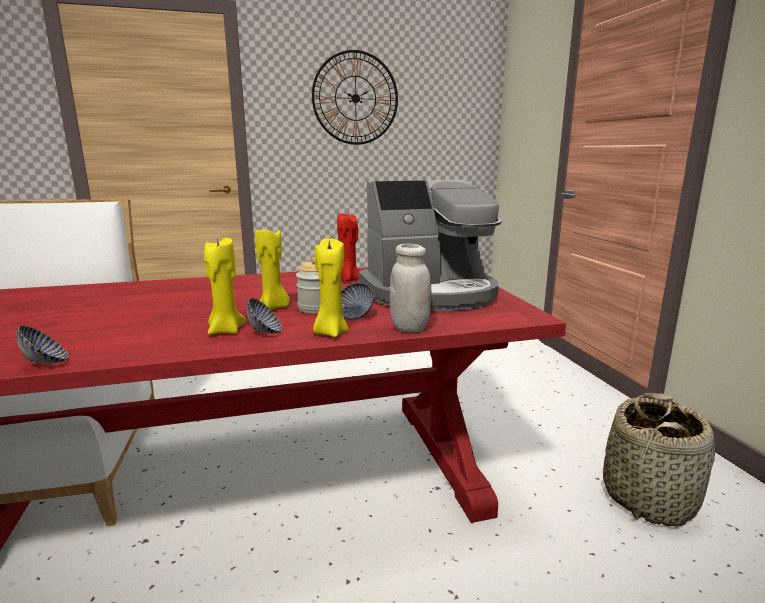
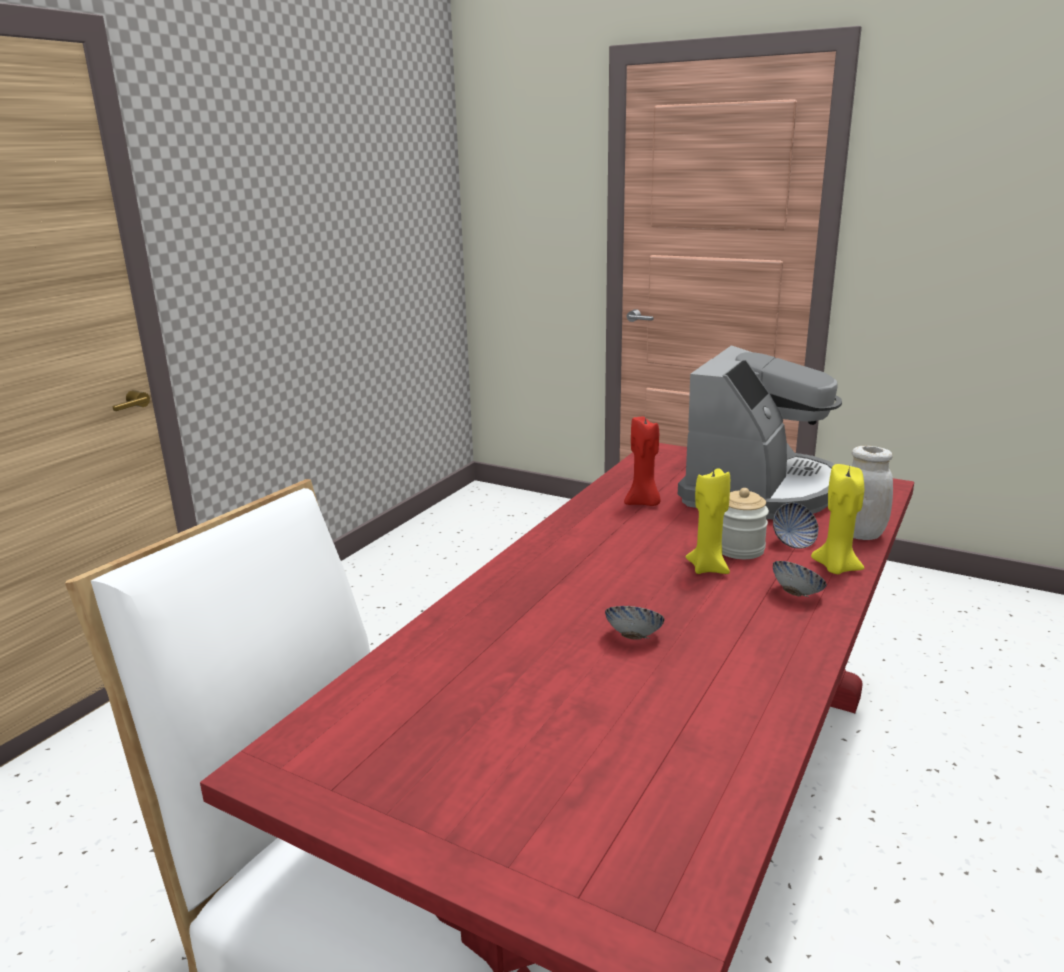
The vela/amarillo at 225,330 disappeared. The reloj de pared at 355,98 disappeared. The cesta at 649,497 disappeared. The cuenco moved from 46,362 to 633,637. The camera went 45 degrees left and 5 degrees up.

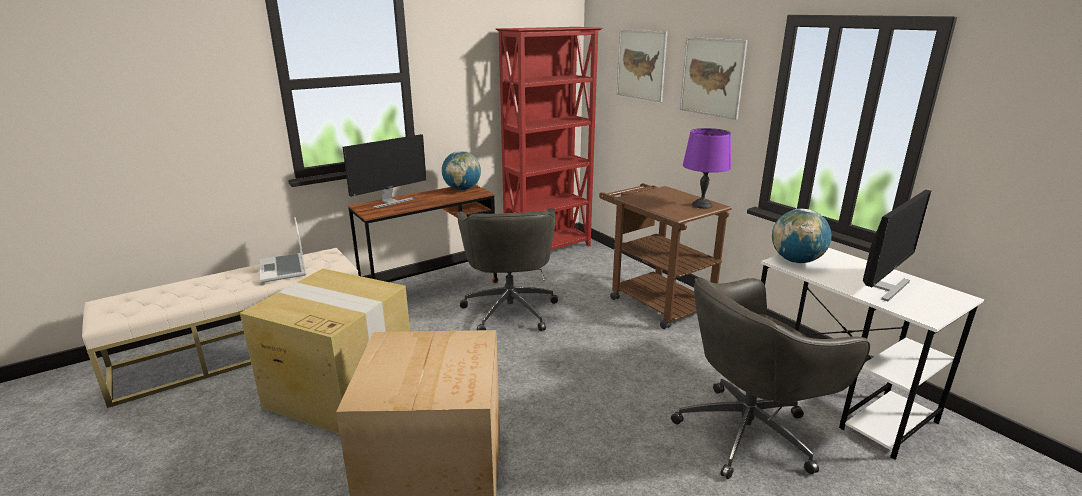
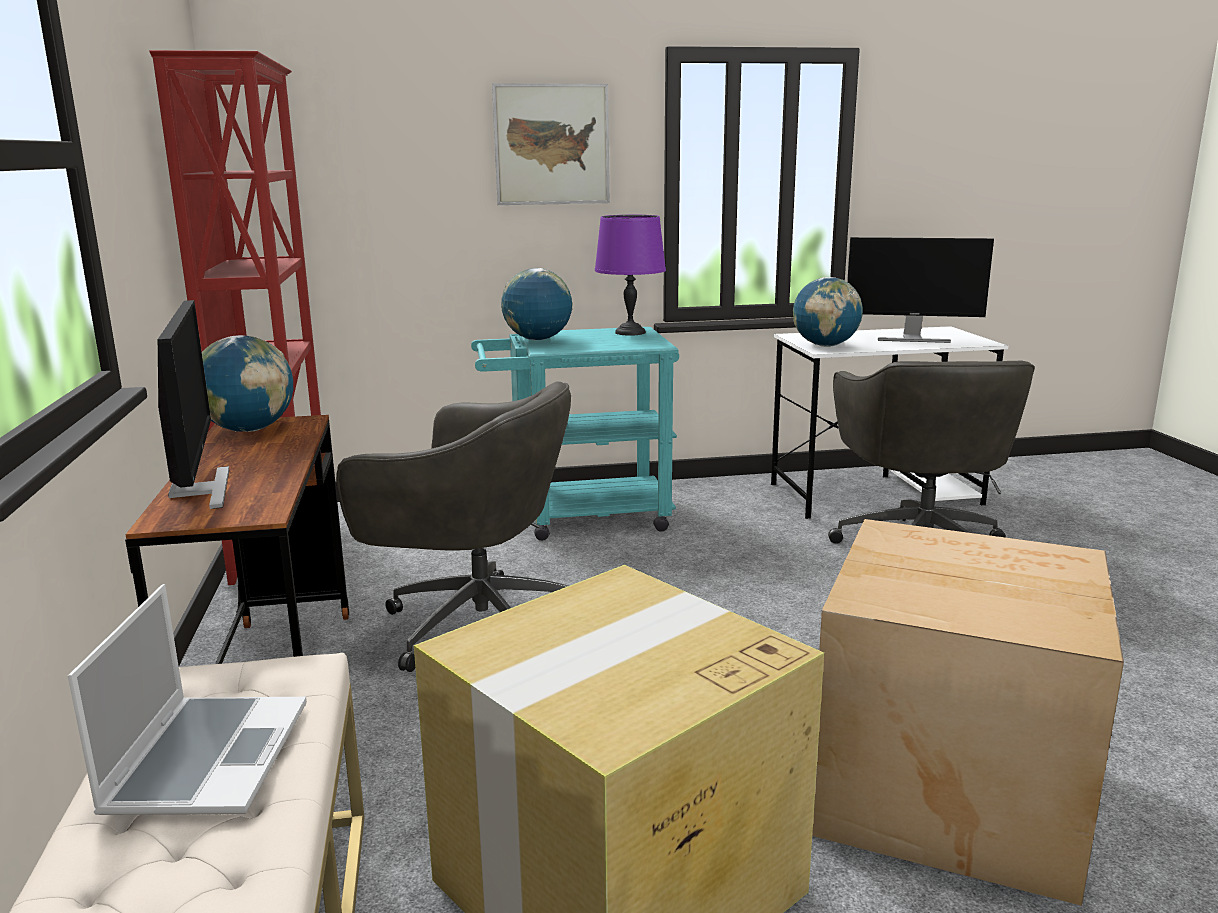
The cuadro at 641,65 disappeared. The globo terráqueo at 538,339 appeared. The carrito/marrón at 654,301 became the carrito/turquesa at 579,516. The portátil at 284,269 turned 90 degrees counterclockwise. The monitor at 884,287 turned 120 degrees clockwise. The camera went 65 degrees left and 5 degrees down.

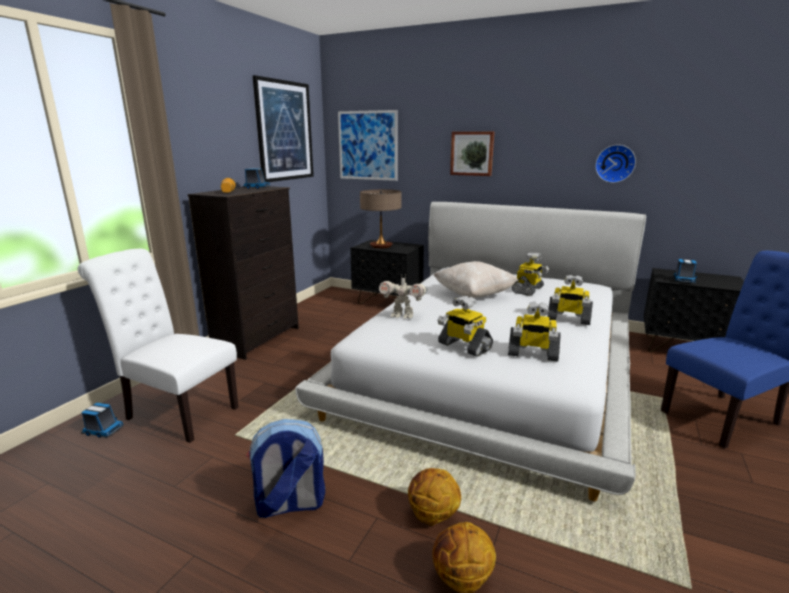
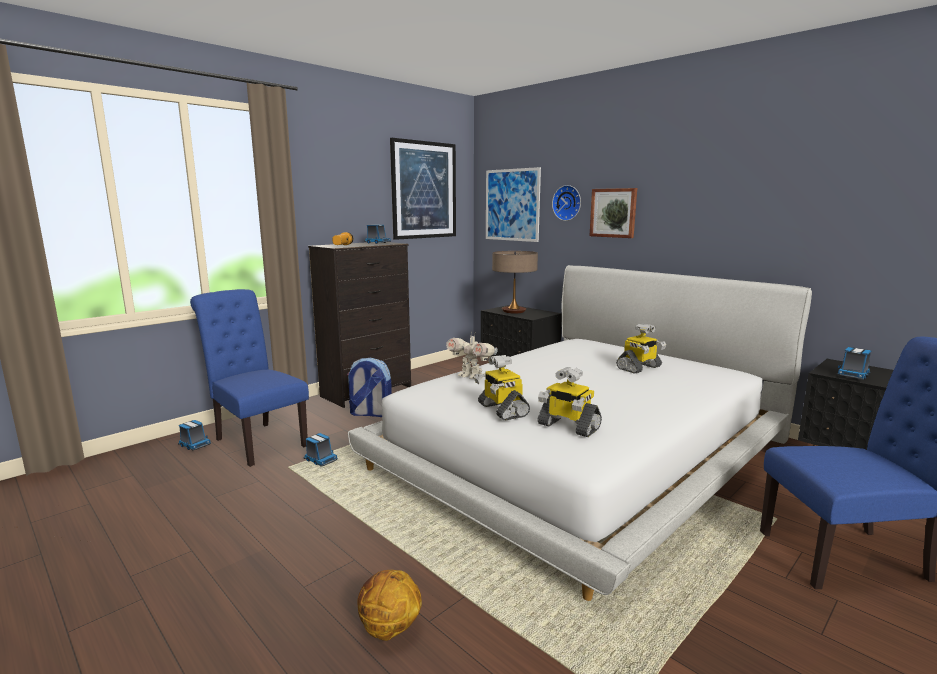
The balón de baloncesto at 432,516 disappeared. The cojín/beis at 474,294 disappeared. The robot de juguete at 568,319 disappeared. The camión de juguete at 320,460 appeared. The mochila moved from 289,505 to 370,413. The reloj de pared moved from 615,163 to 567,203. The silla/blanco at 176,412 became the silla/azul at 257,441. The camera went 20 degrees right and 5 degrees down.

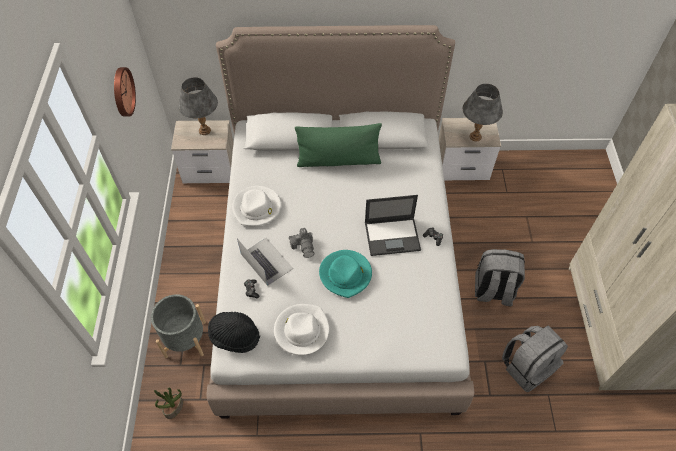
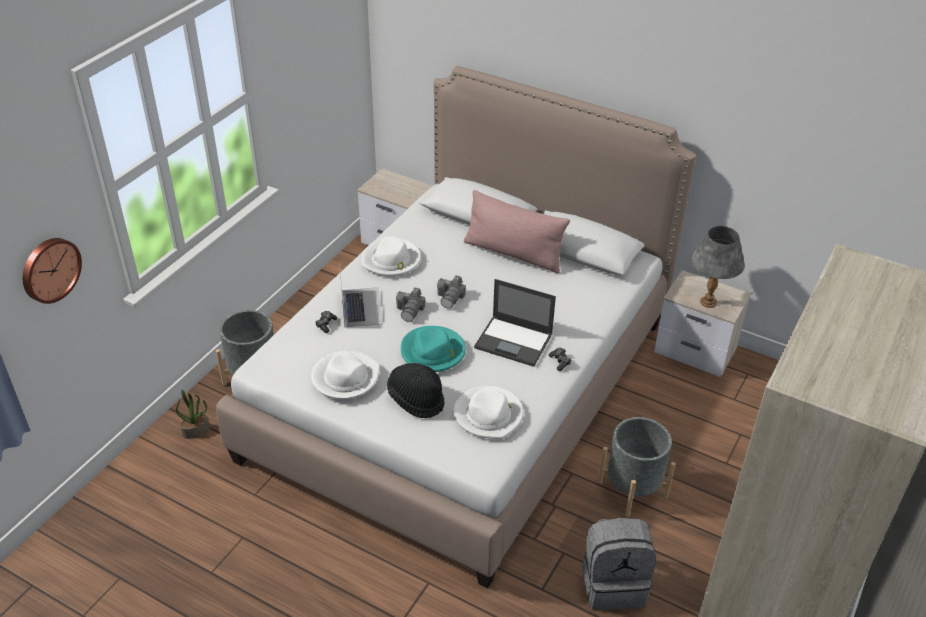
The lámpara de mesa/gris at 205,130 disappeared. The cámara at 451,298 appeared. The sombrero/blanco at 489,415 appeared. The reloj de pared moved from 122,92 to 49,269. The sombrero/negro moved from 235,336 to 416,399. The mochila/gris at 493,291 was replaced by the maceta/gris at 632,489. The cojín/verde at 338,160 became the cojín/rosa at 513,253. The camera went 30 degrees right and 15 degrees down.

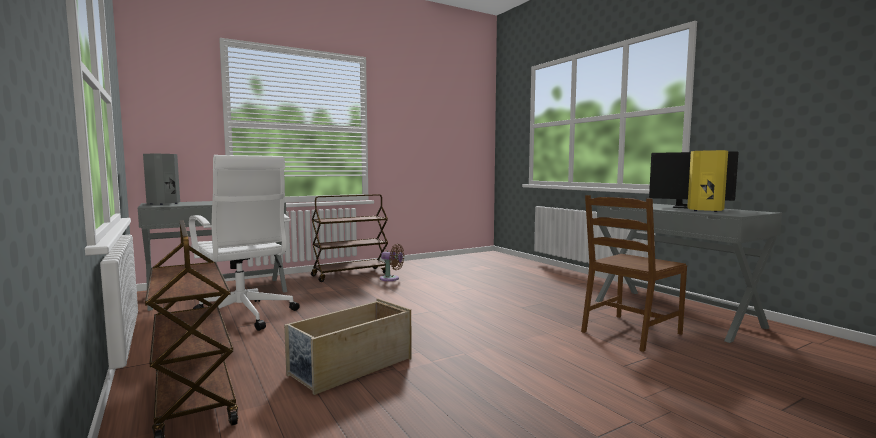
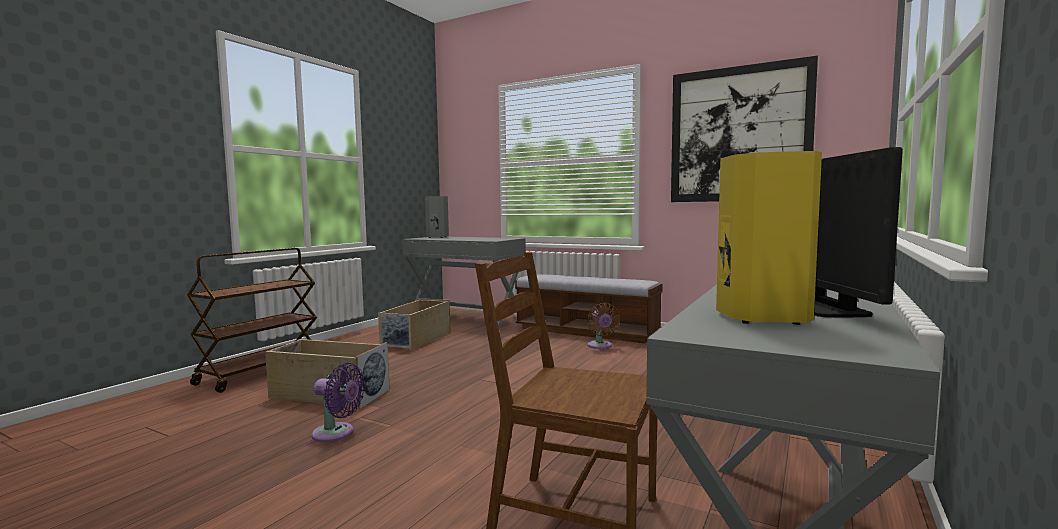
The ventilador/morado at 337,434 appeared. The cuadro at 739,134 appeared. The silla de oficina/blanco at 242,317 was replaced by the caja de almacenaje/beis at 416,340. The carrito/marrón at 351,274 was replaced by the banco at 586,331. The camera went 60 degrees right and 0 degrees up.

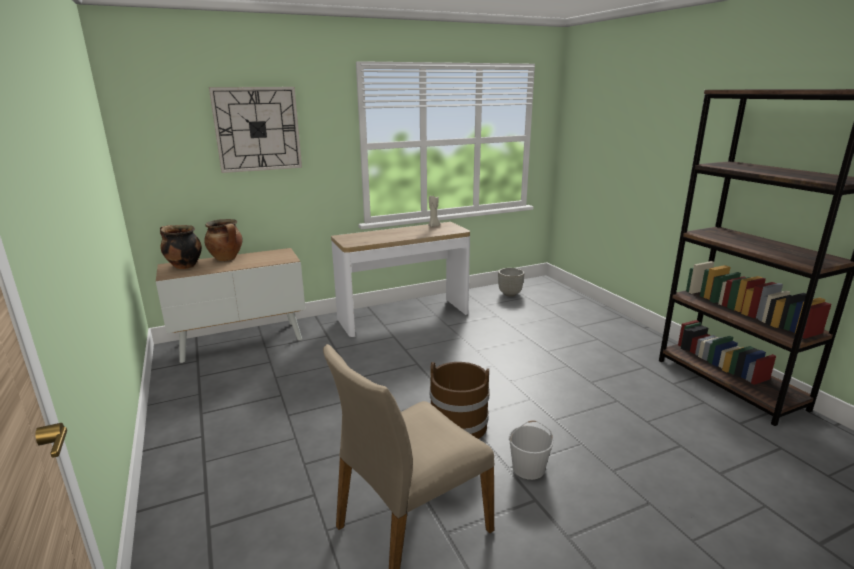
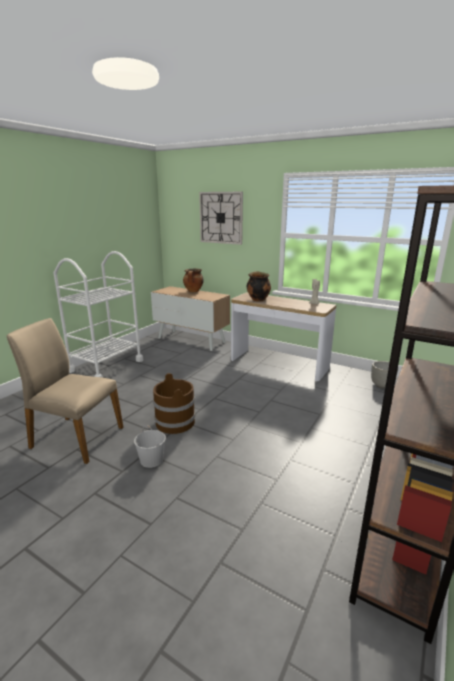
The carrito/blanco at 106,366 appeared. The olla moved from 183,266 to 257,299. The camera went 55 degrees right and 0 degrees up.

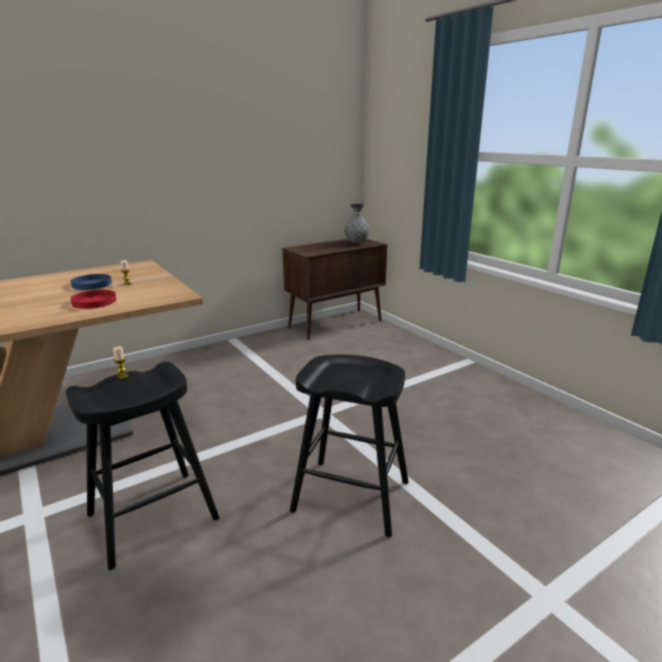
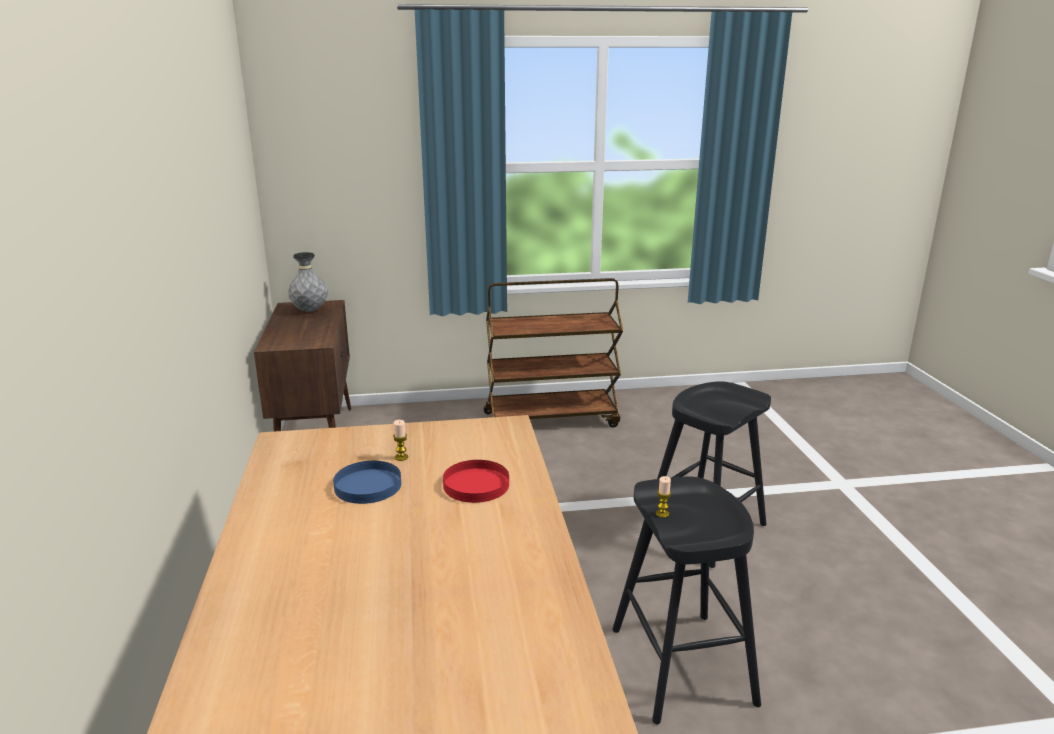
The carrito/marrón at 551,419 appeared. The camera went 65 degrees left and 0 degrees up.

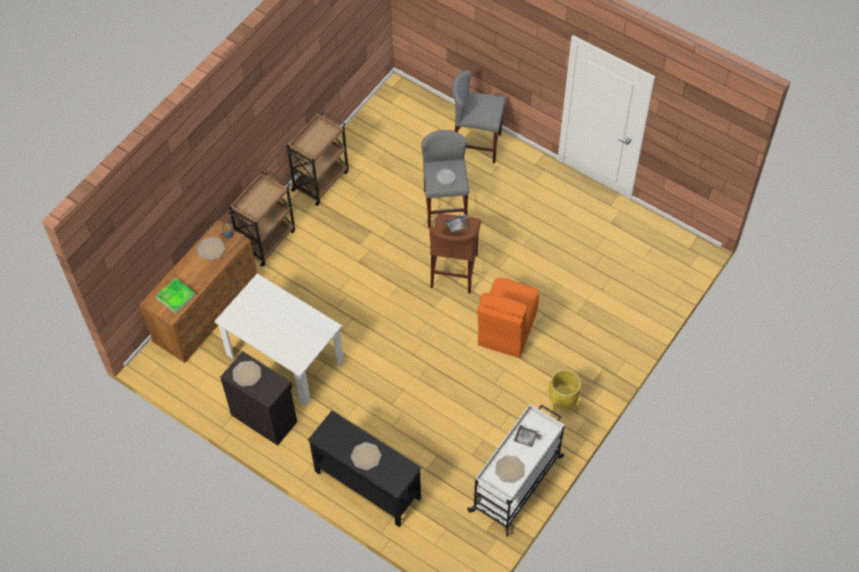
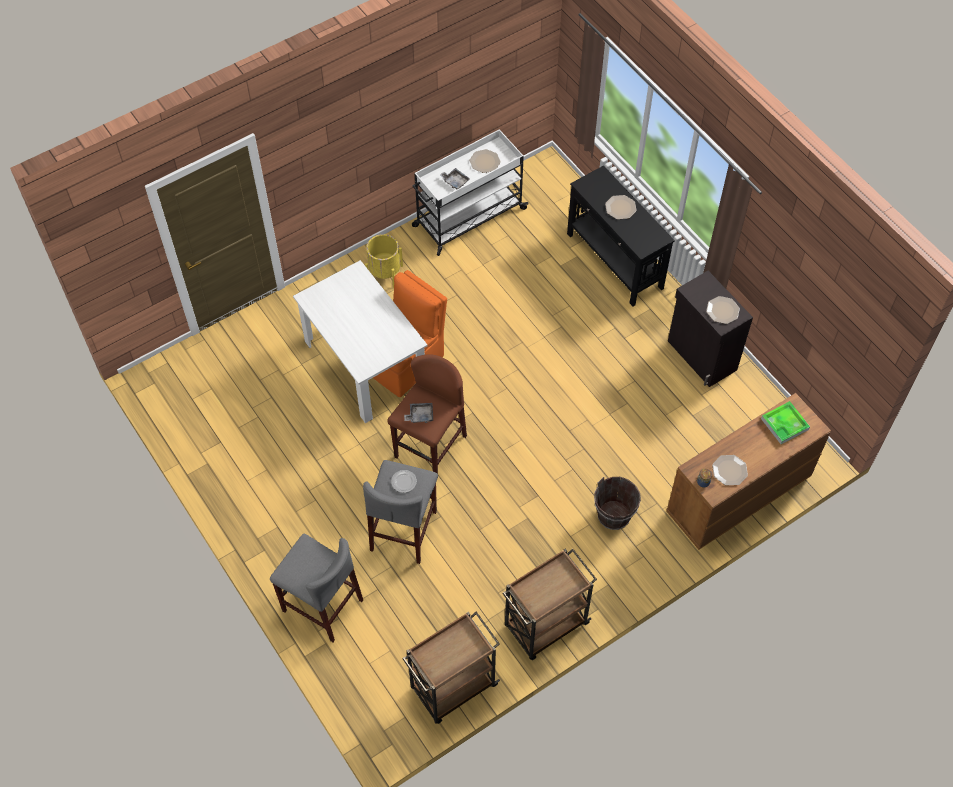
The cubo/marrón at 613,516 appeared. The mesa de comedor/blanco moved from 285,358 to 365,365. The carrito/marrón moved from 267,239 to 452,687. The camera went 160 degrees left and 0 degrees up.

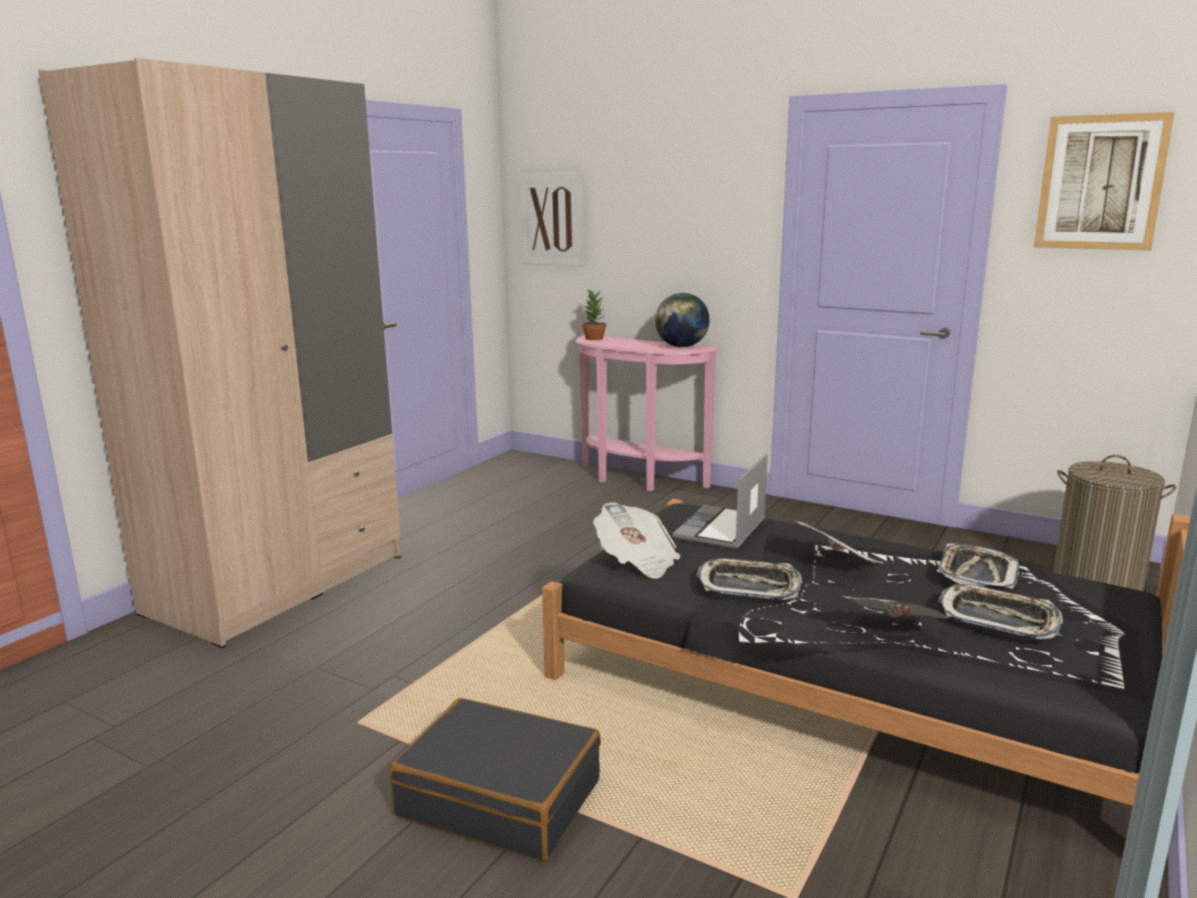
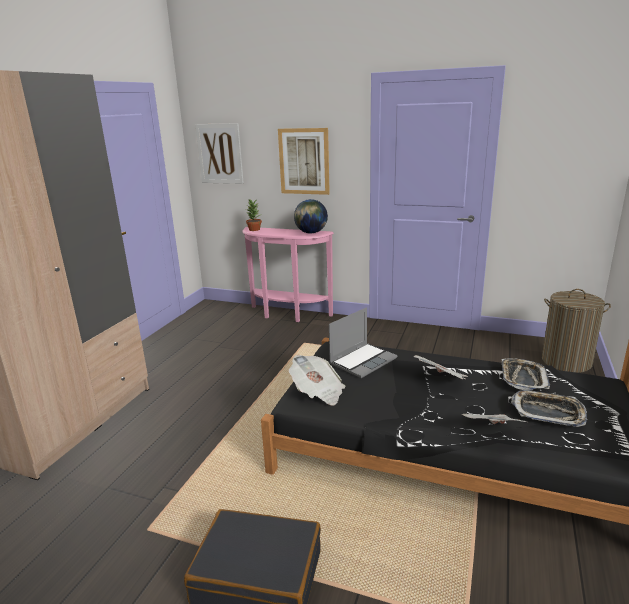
The bandeja at 749,586 disappeared. The cuadro moved from 1100,183 to 304,161. The portátil at 721,530 turned 150 degrees counterclockwise. The camera went 10 degrees left and 5 degrees up.

